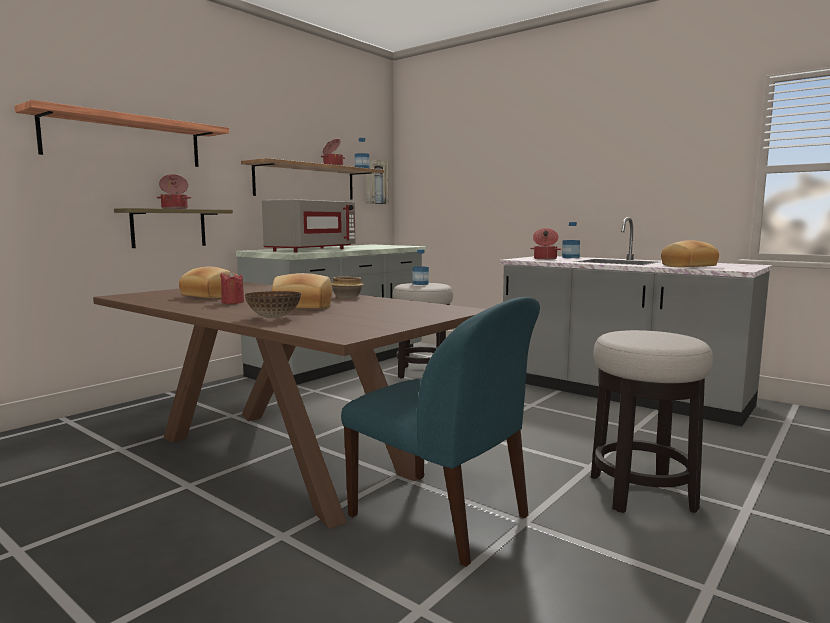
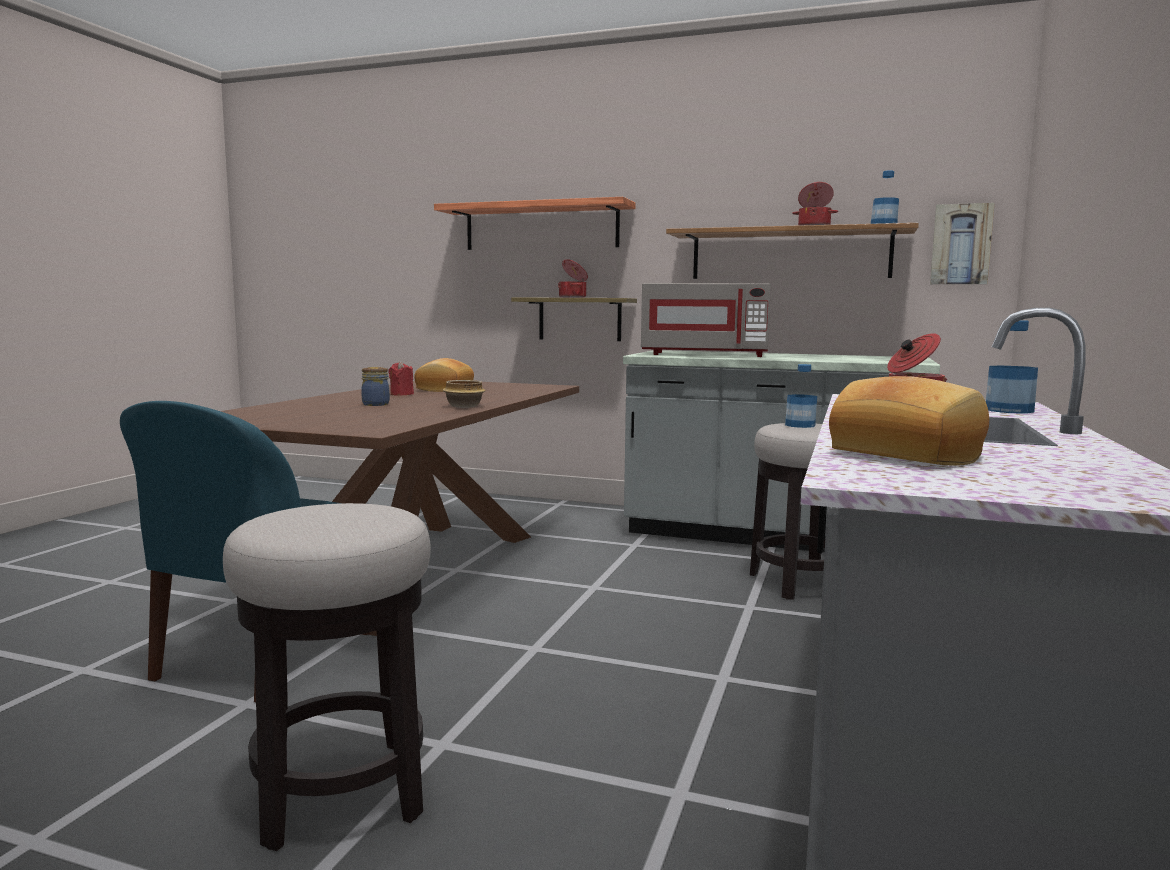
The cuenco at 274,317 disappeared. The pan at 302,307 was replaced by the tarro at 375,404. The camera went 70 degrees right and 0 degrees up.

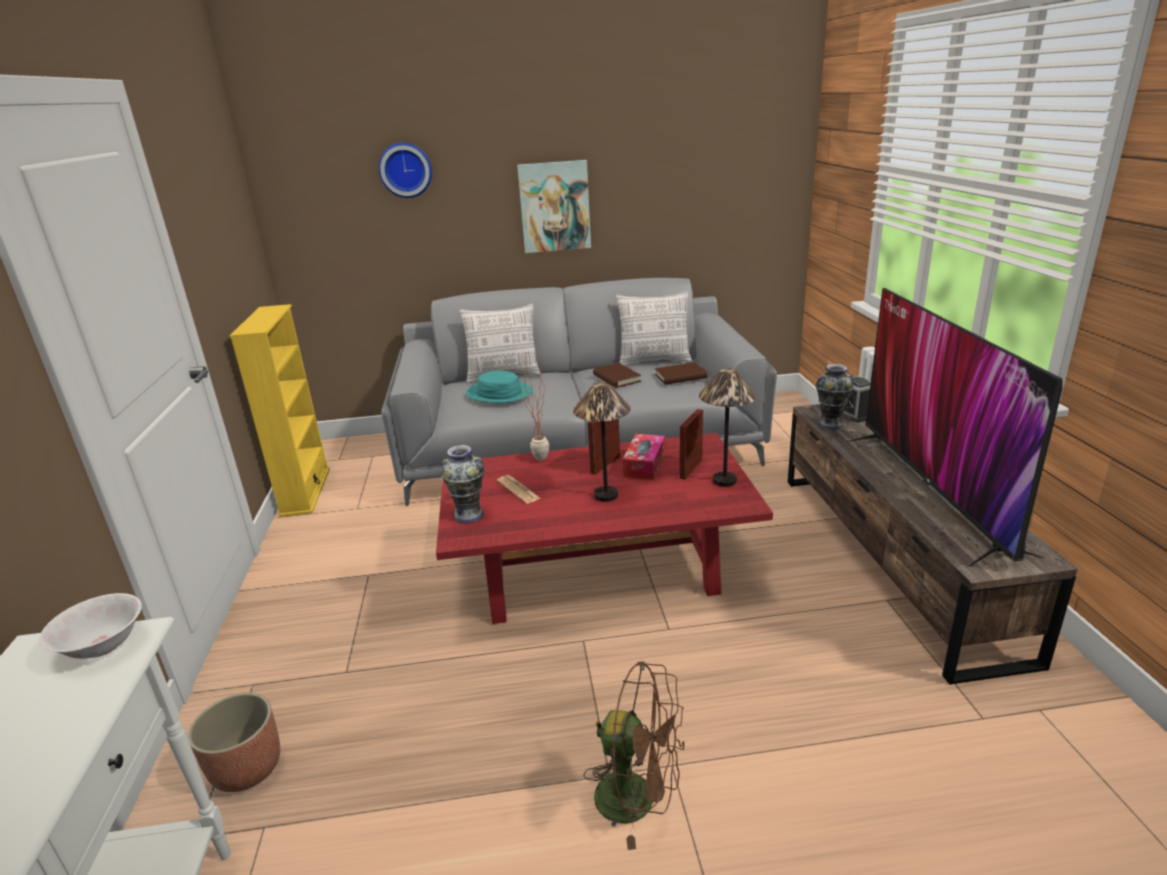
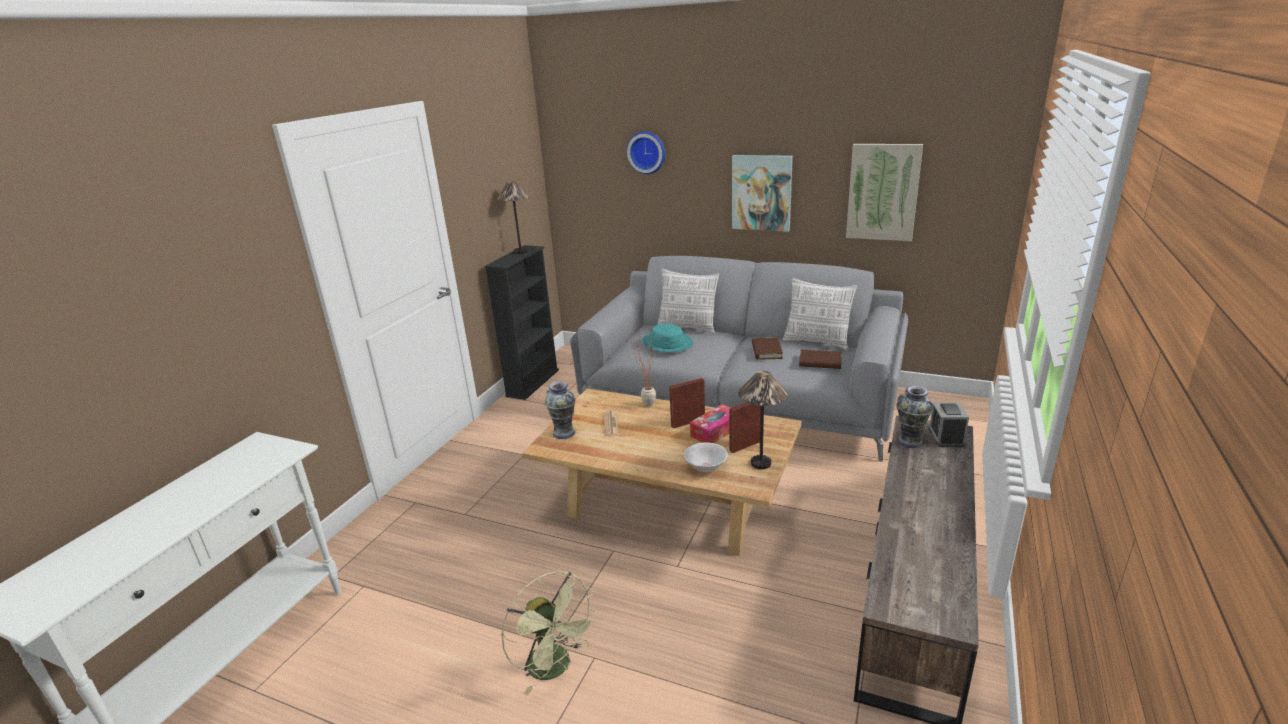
The maceta at 247,768 disappeared. The televisor at 933,490 disappeared. The cuadro at 883,192 appeared. The cuenco/blanco moved from 103,646 to 706,467. The lámpara de mesa moved from 605,495 to 520,252. The estantería/amarillo at 305,492 became the estantería/negro at 532,383. The mesa de centro/rojo at 598,571 became the mesa de centro/beis at 667,504. The ventilador/marrón at 638,799 became the ventilador/verde at 556,668. The camera went 30 degrees right and 0 degrees up.

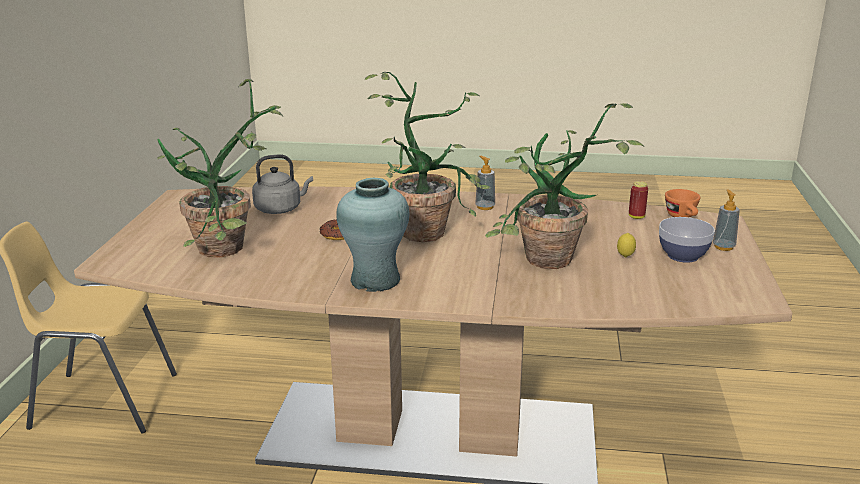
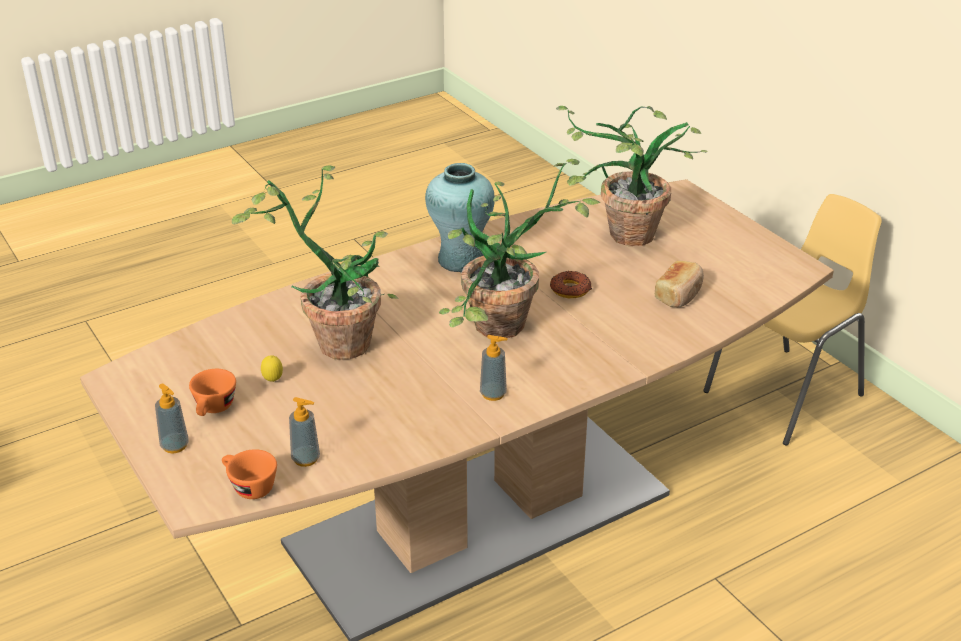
The hervidor/gris at 280,209 was replaced by the pan at 679,294. The lata at 636,217 was replaced by the dispensador de jabón at 306,459. The cuenco at 683,256 was replaced by the taza/naranja at 214,409. The camera went 140 degrees right and 10 degrees up.

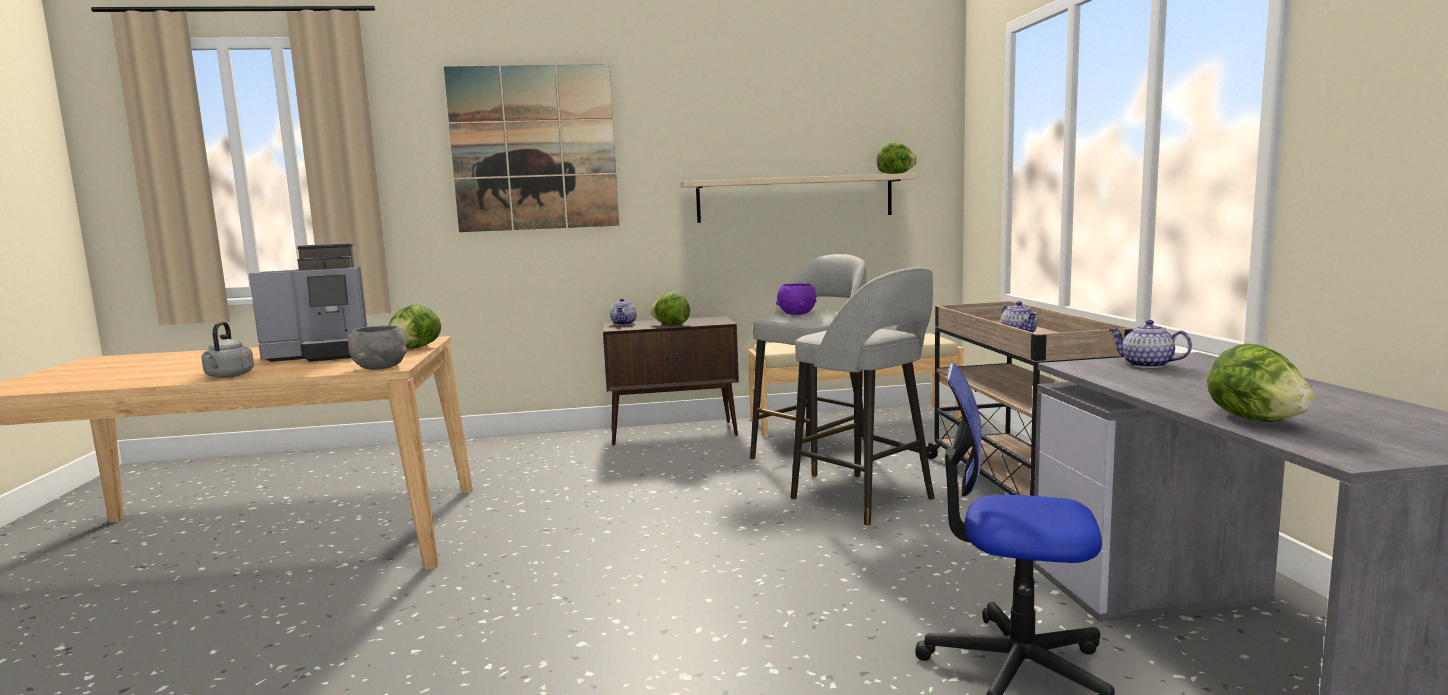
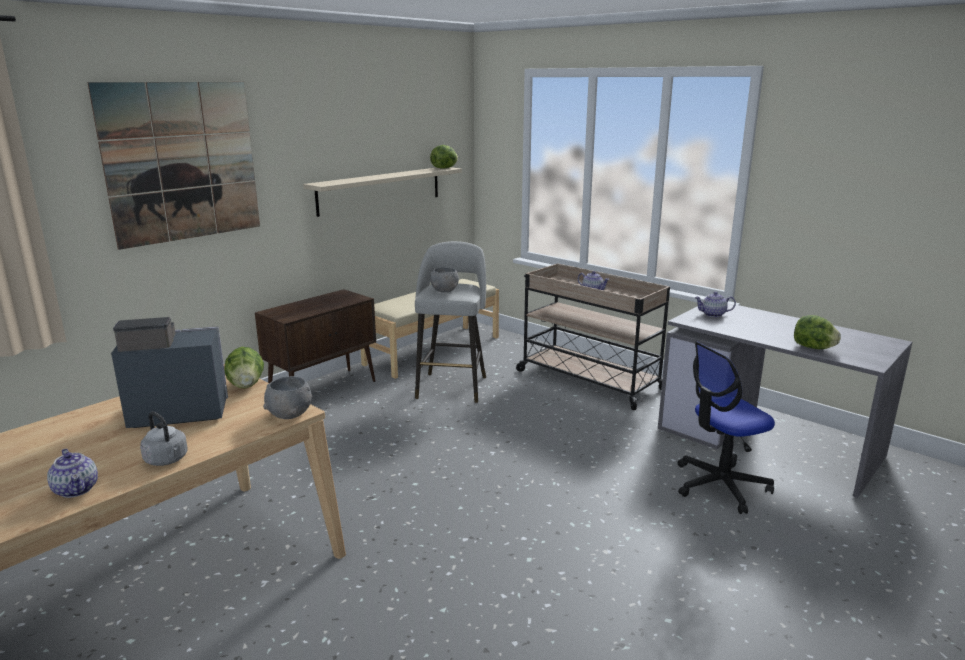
The lechuga at 671,324 disappeared. The taburete/gris at 865,500 disappeared. The tetera moved from 624,324 to 77,489. The cuenco/morado at 796,314 became the cuenco/gris at 444,290. The cafetera at 322,355 turned 135 degrees counterclockwise. The camera went 40 degrees left and 10 degrees up.

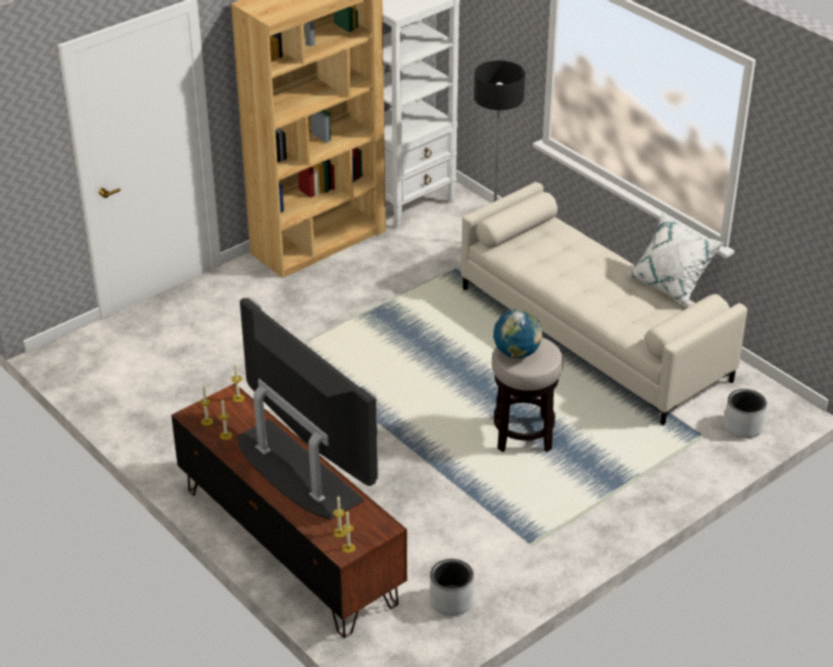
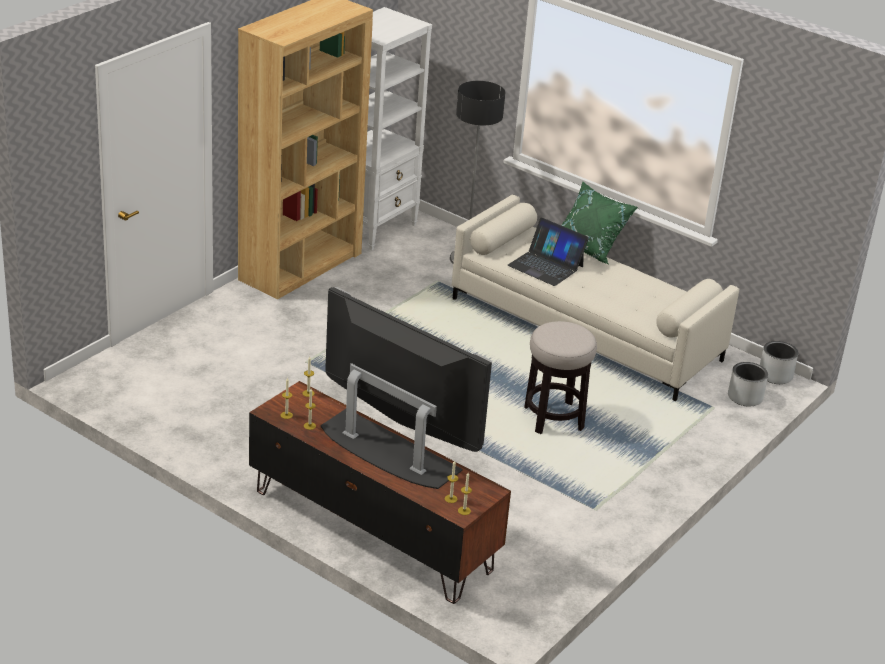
The globo terráqueo at 516,353 disappeared. The cojín/blanco at 671,285 disappeared. The portátil at 546,266 appeared. The cojín/verde at 590,247 appeared. The maceta/gris moved from 451,601 to 775,376. The camera went 15 degrees left and 5 degrees down.

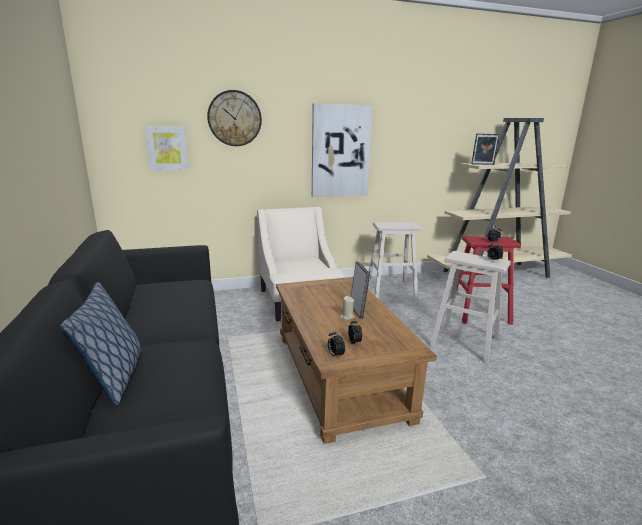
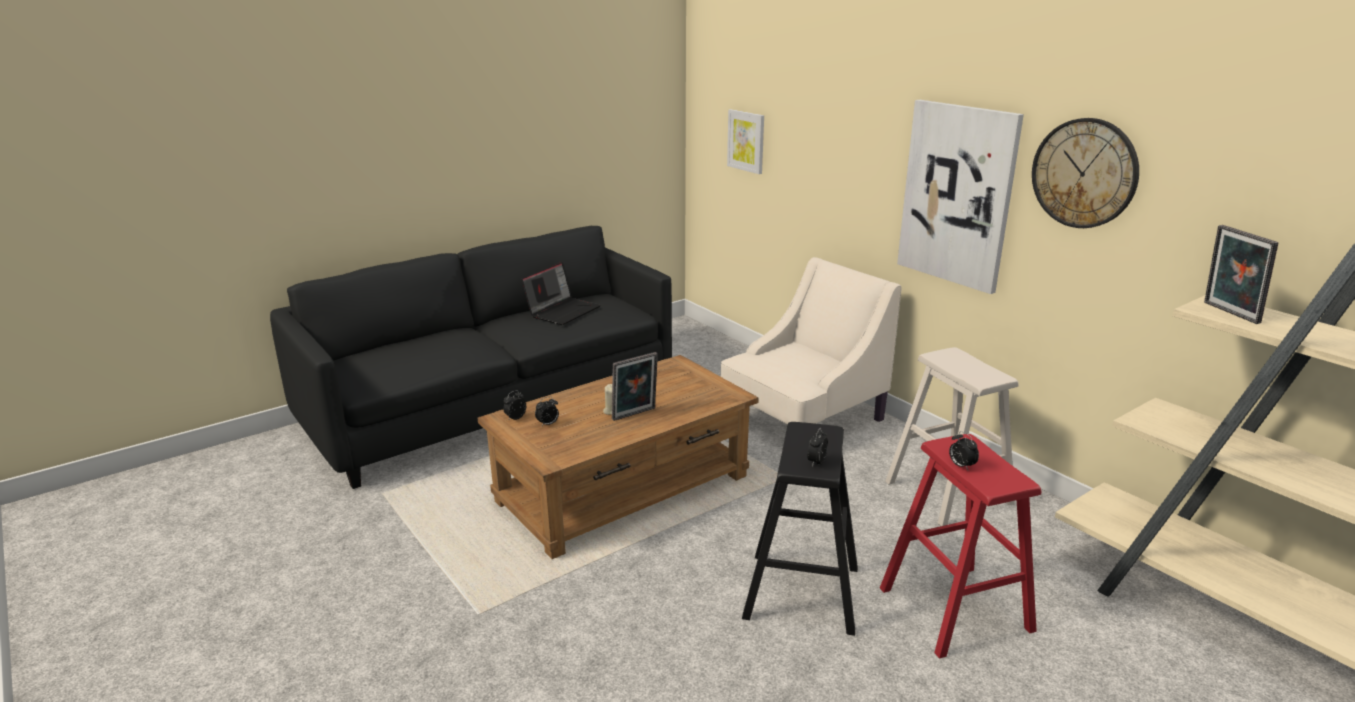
The cojín at 115,378 disappeared. The portátil at 563,311 appeared. The reloj de pared moved from 234,118 to 1084,173. The taburete/beis at 465,342 became the taburete/negro at 802,592. The camera went 70 degrees right and 5 degrees up.

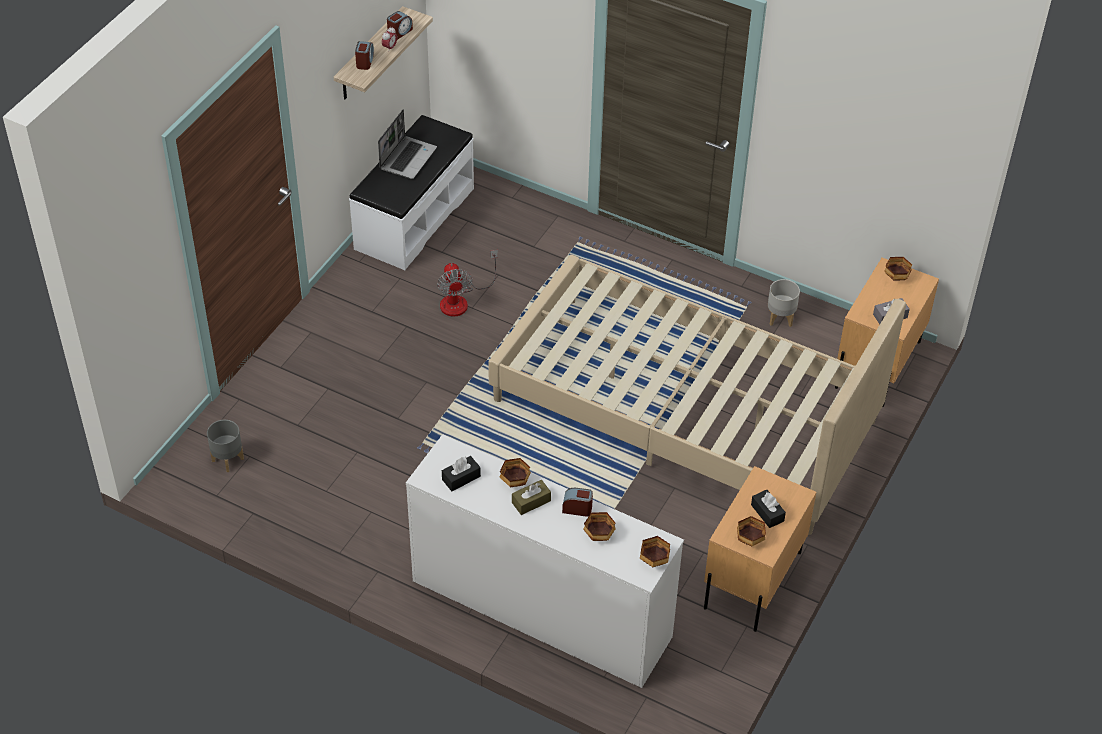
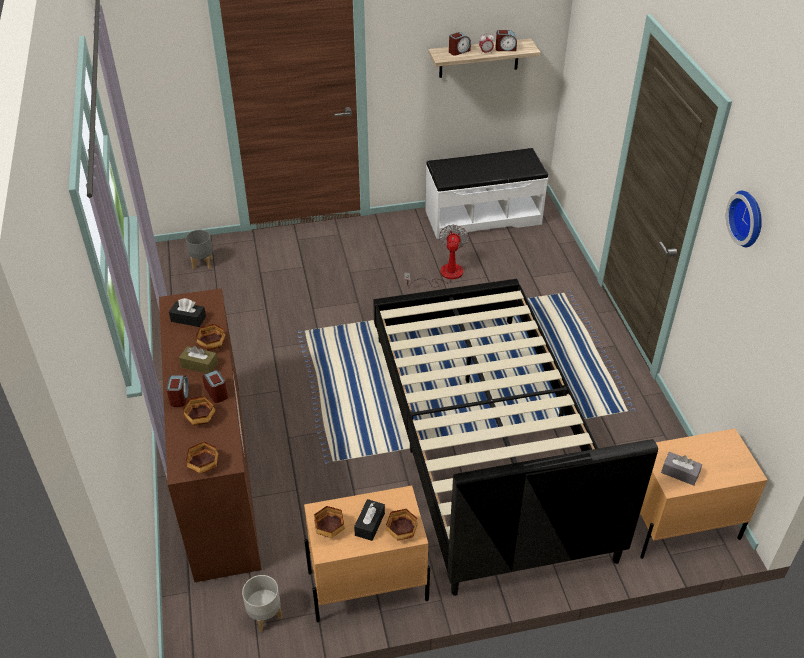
The portátil at 408,158 disappeared. The despertador at 179,396 appeared. The reloj de pared at 748,218 appeared. The maceta/gris moved from 780,318 to 264,615. The cuenco moved from 896,277 to 401,533. The cómoda/blanco at 540,609 became the cómoda/marrón at 219,476. The cama/beis at 684,411 became the cama/negro at 485,440. The ventilador at 461,300 turned 150 degrees clockwise. The camera went 50 degrees right and 5 degrees down.

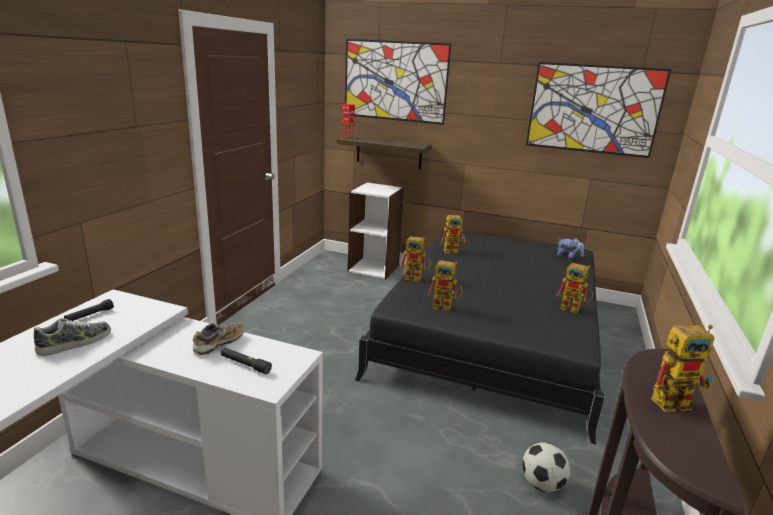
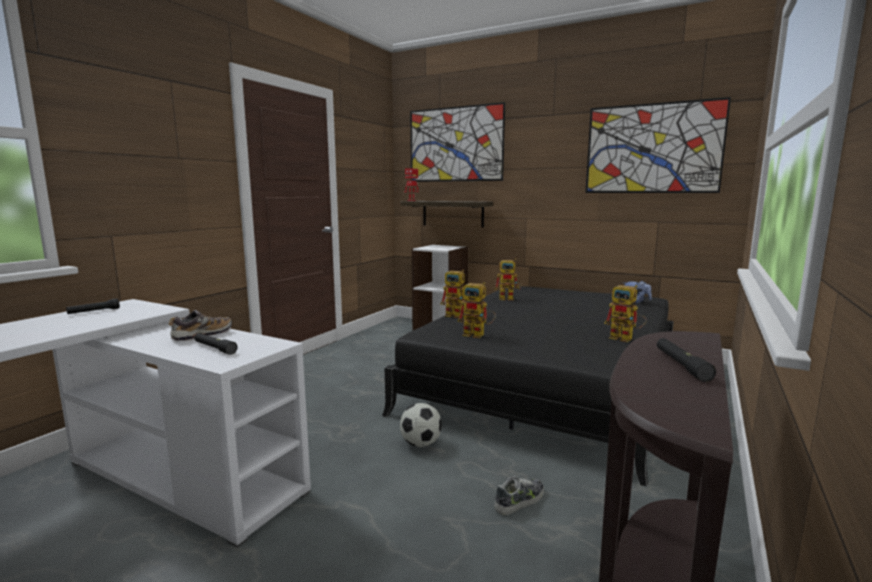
The zapato moved from 75,343 to 520,501. The balón de fútbol moved from 542,483 to 421,443. The robot de juguete at 675,401 was replaced by the linterna/negro at 681,365. The camera went 10 degrees right and 10 degrees down.

